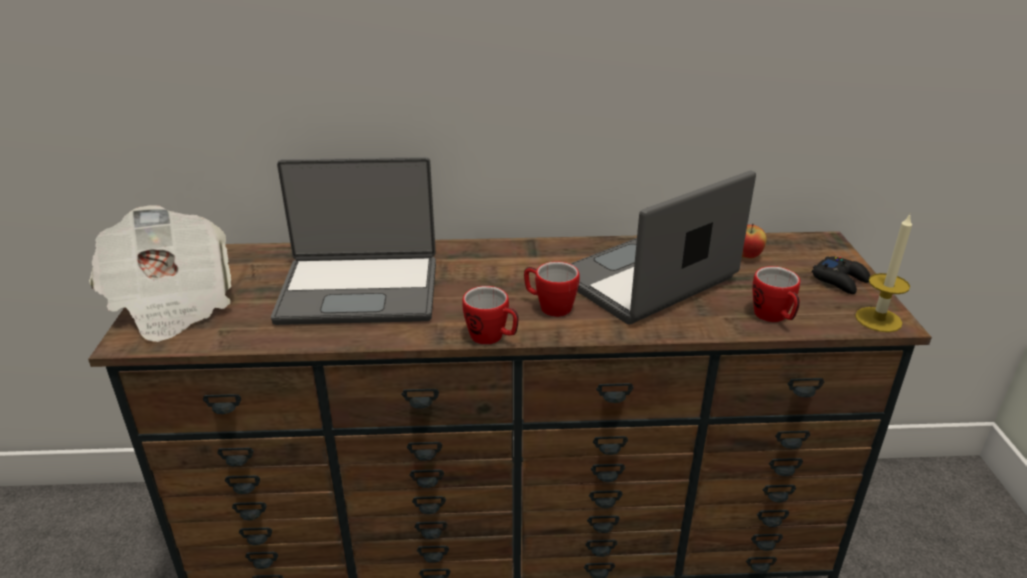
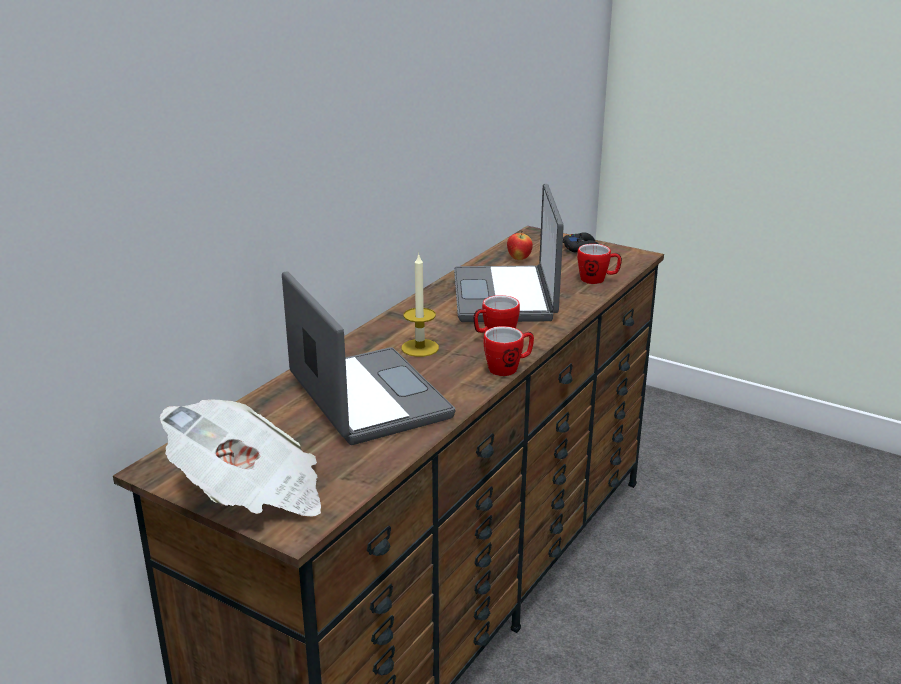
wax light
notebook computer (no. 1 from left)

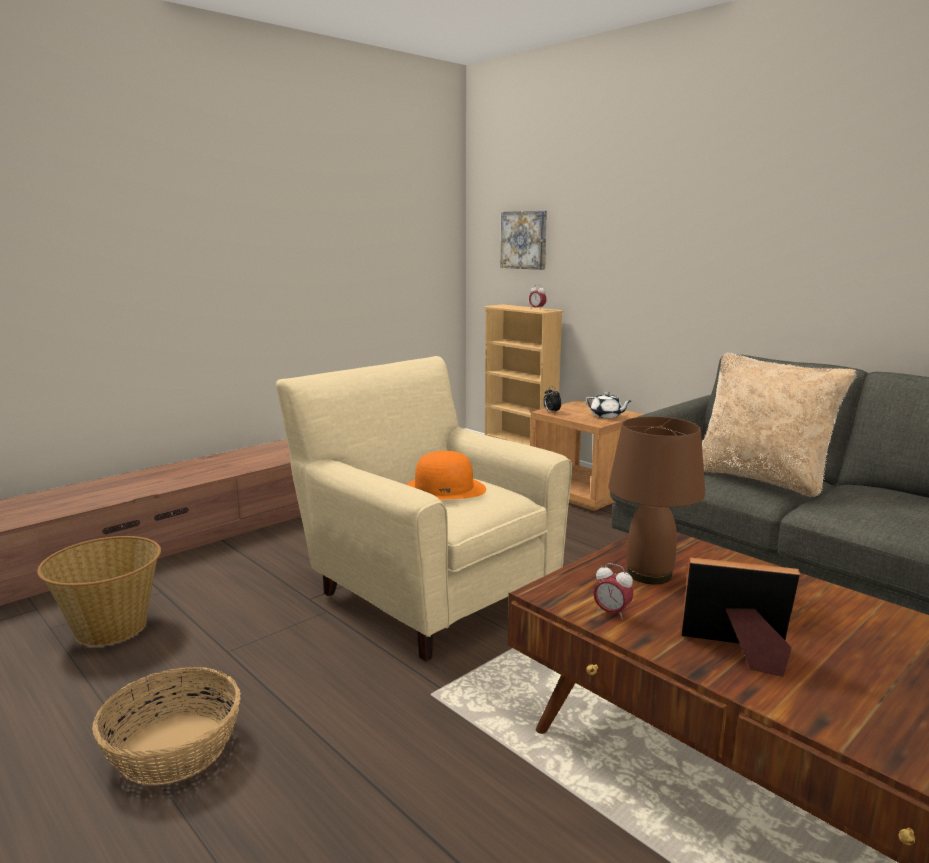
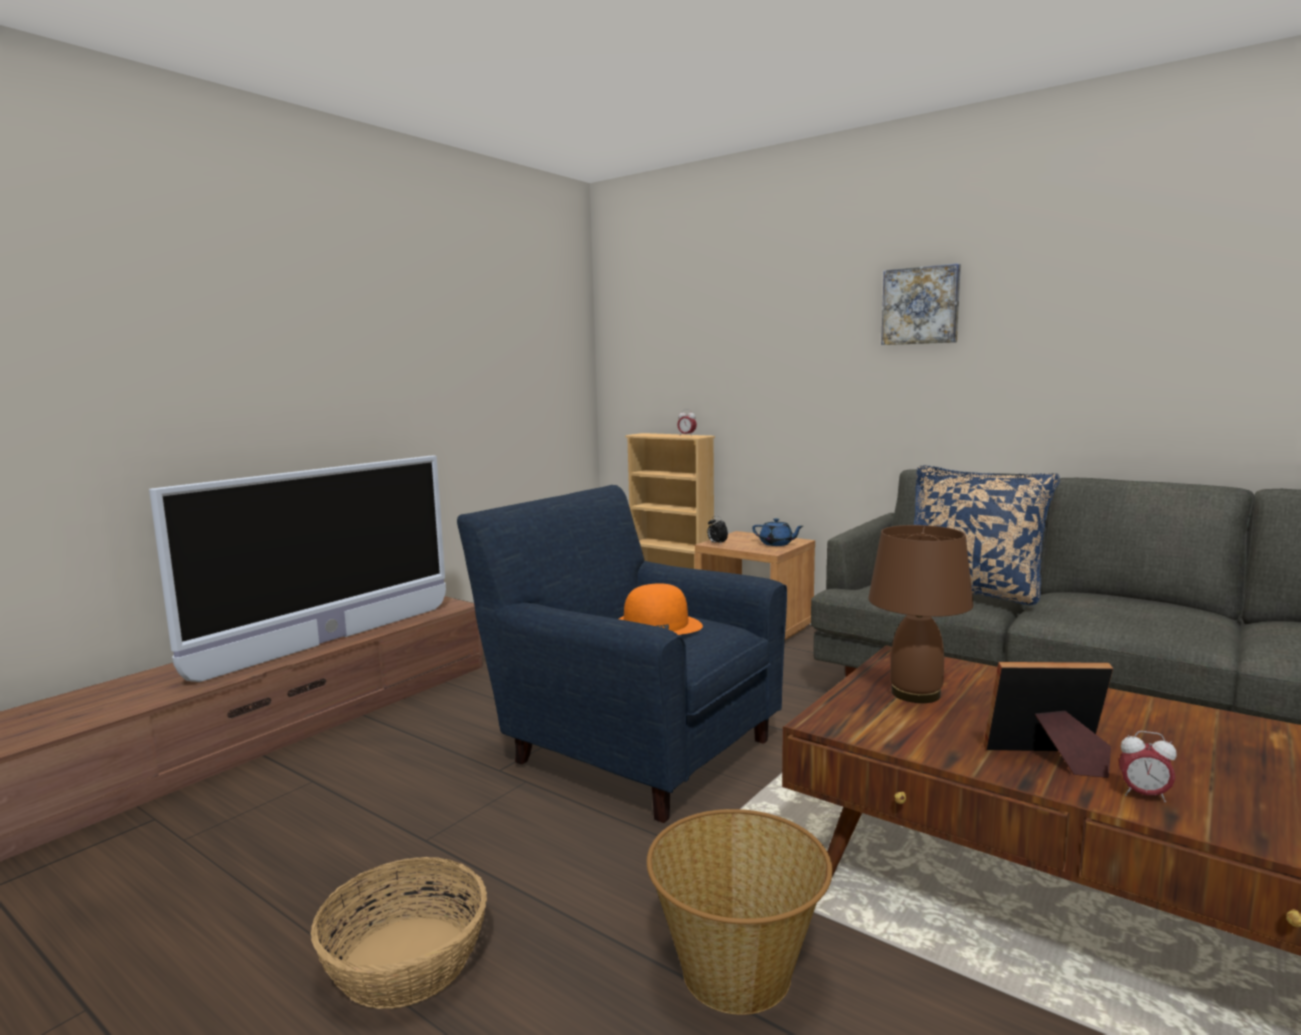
TV set
household basket (no. 2 from left)
picture
alarm clock (no. 3 from left)
bluish lounge chair
bluish pot for tea
bluish pillow

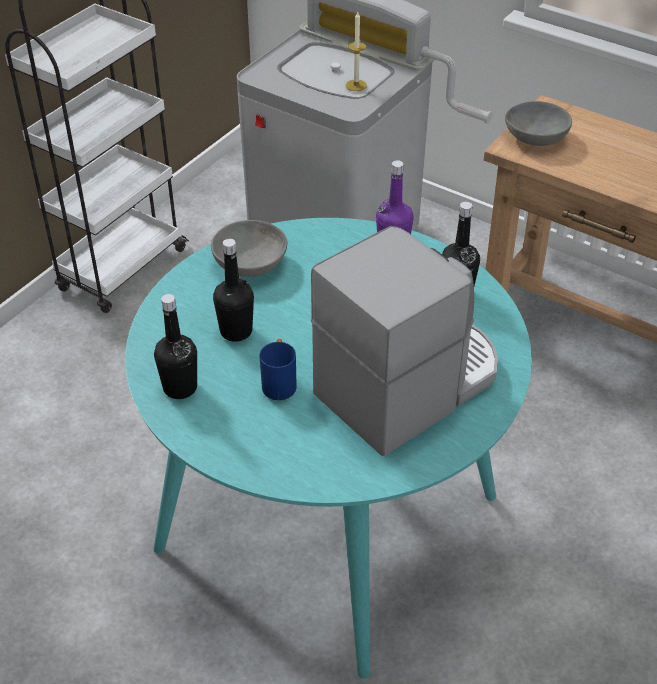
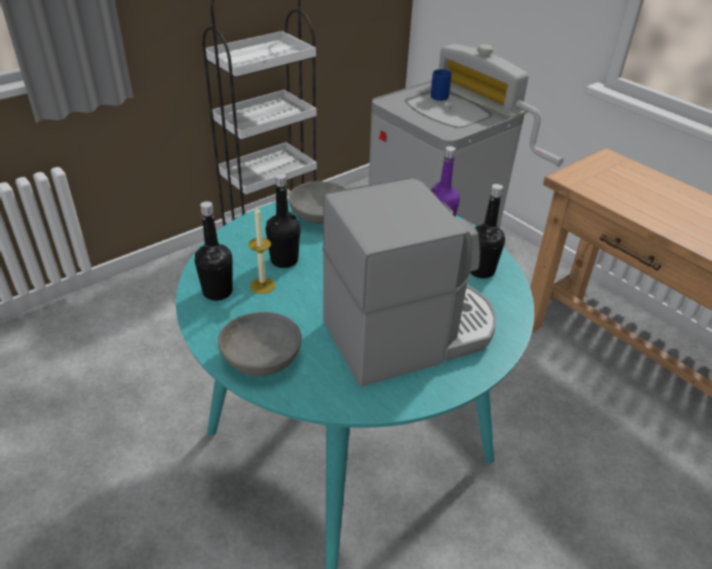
bluish tea mug
wax light
grey bowl (no. 1 from left)

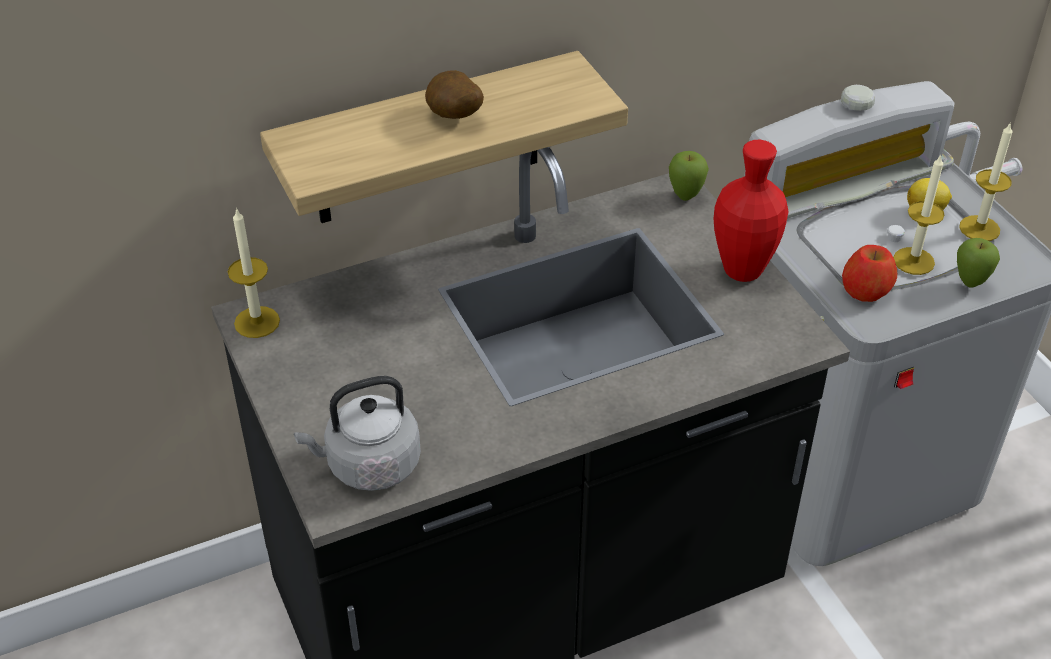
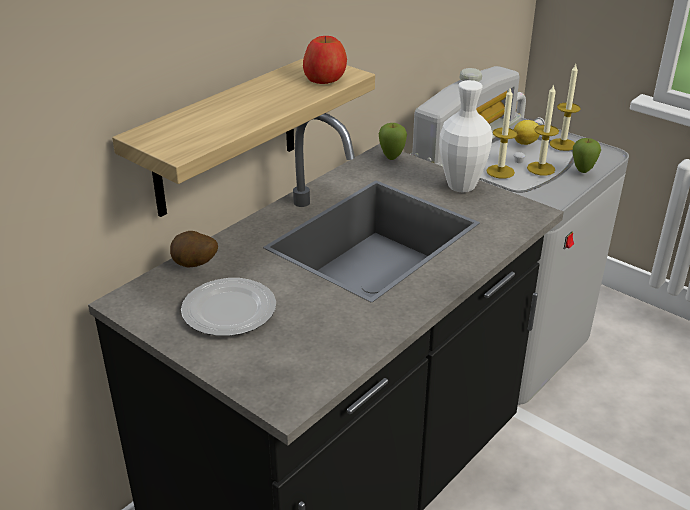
grey tea kettle
dinner plate
wax light (no. 1 from left)
whole potato
apple (no. 1 from left)
white flower vase

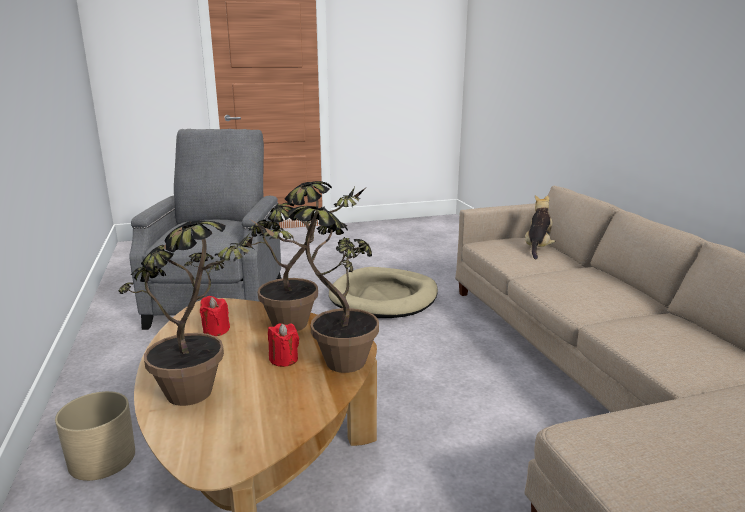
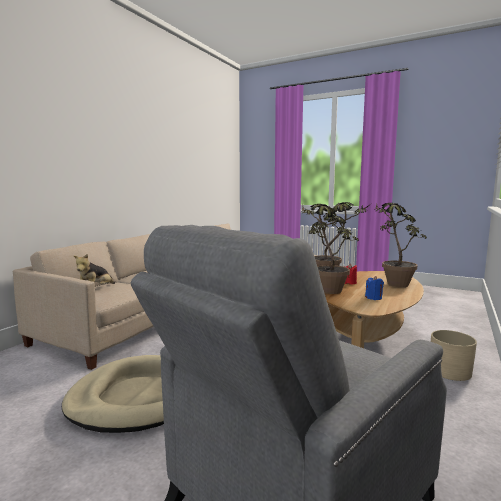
bluish wax light
cuddly toy

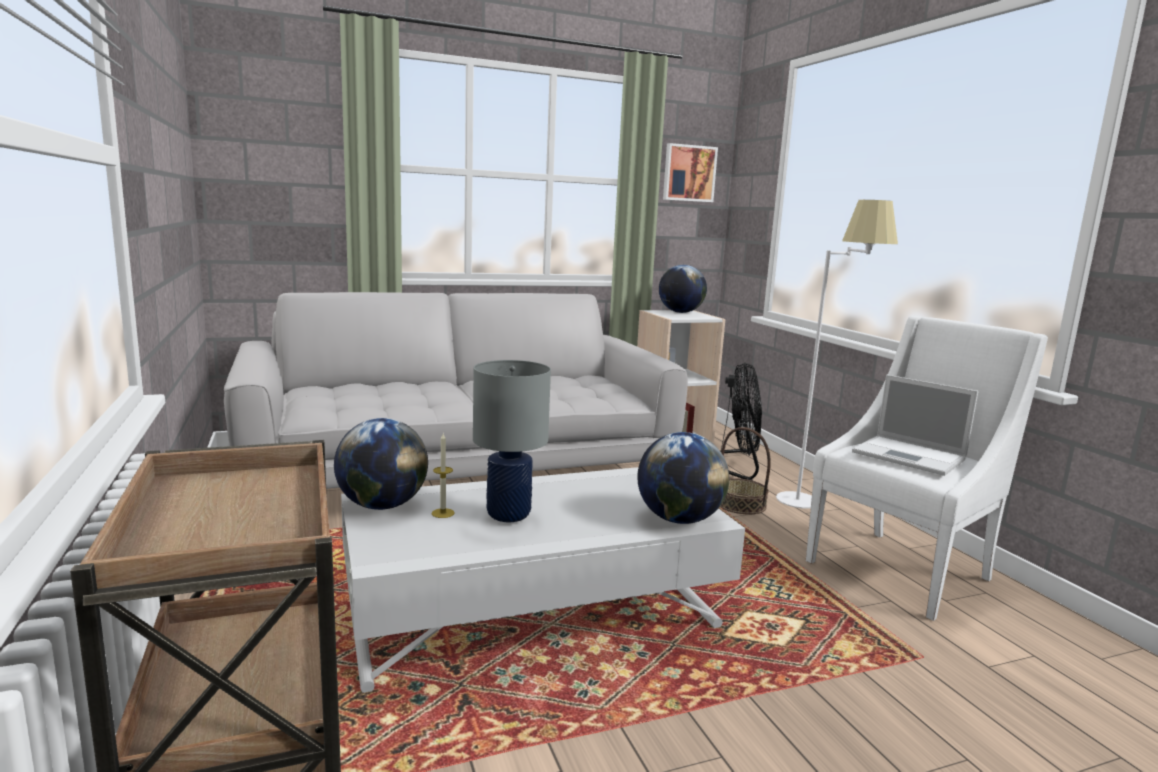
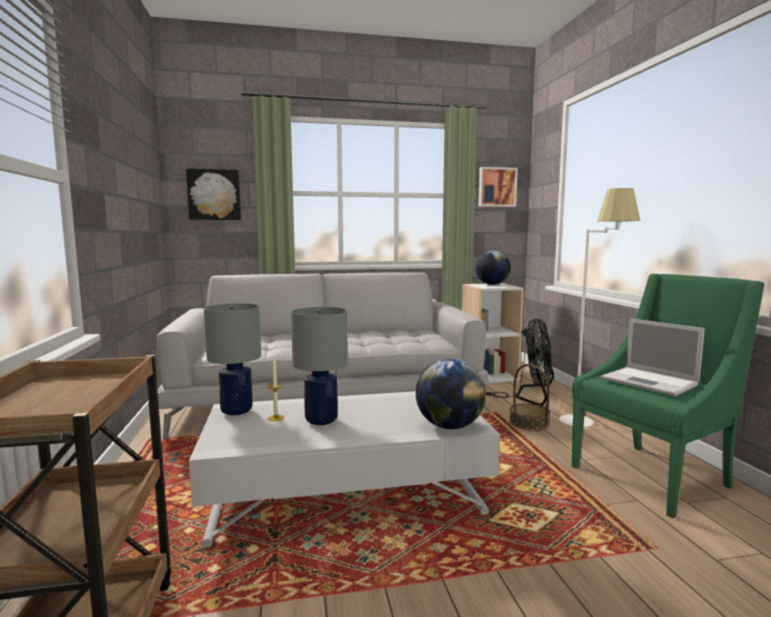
picture (no. 1 from left)
grey table lamp (no. 1 from left)
green lounge chair

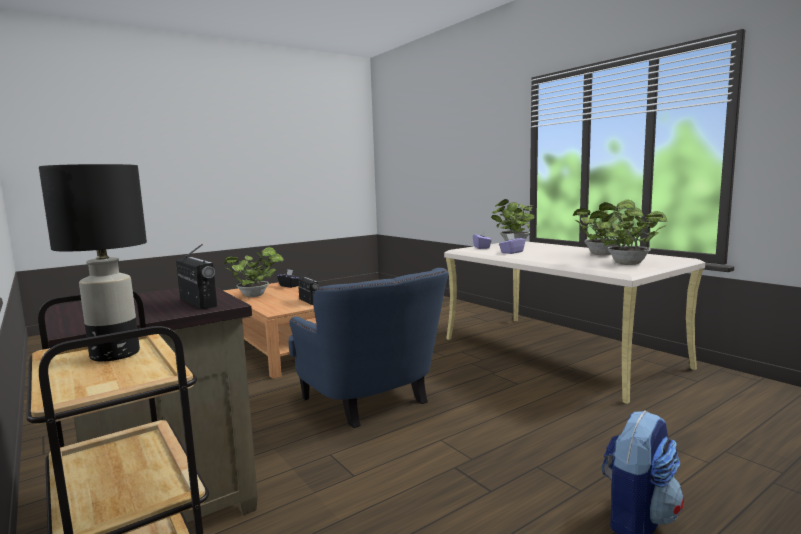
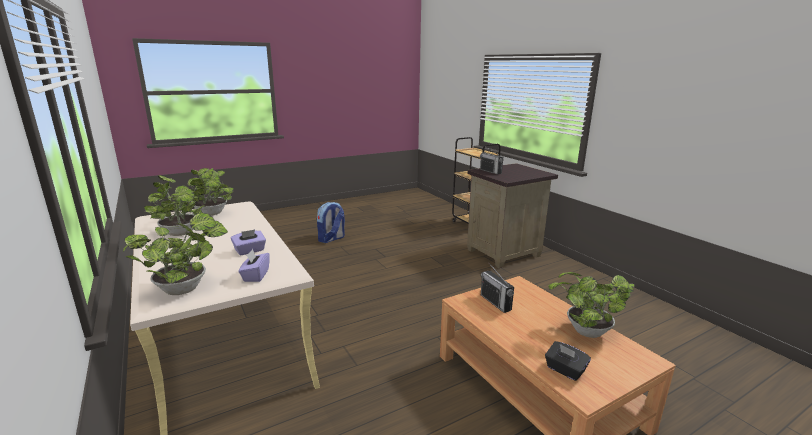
blackish table lamp
bluish lounge chair

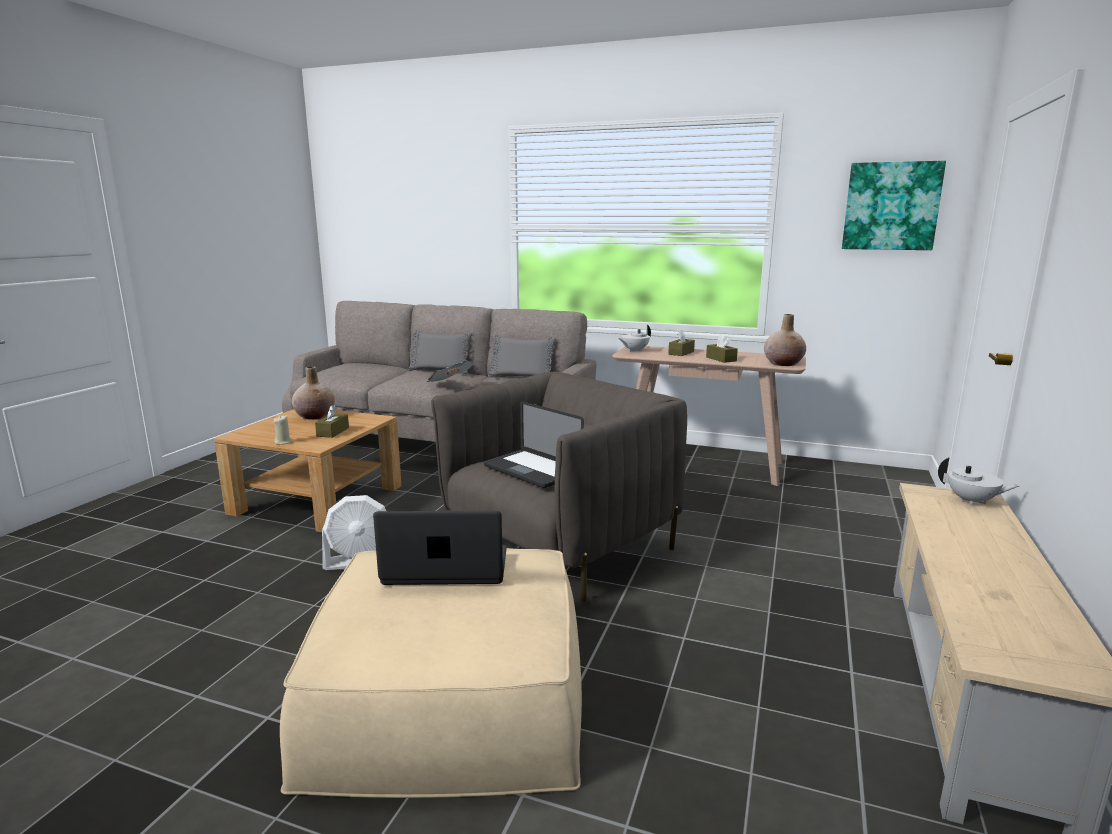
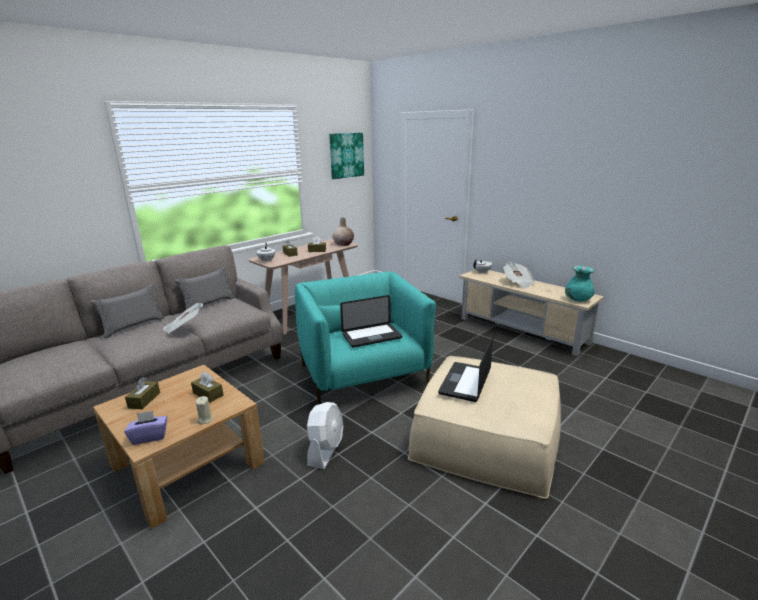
purplish tissue box
printed paper (no. 2 from left)
turquoise-coloured flower vase
brown tissue box (no. 1 from left)
turquoise-coloured lounge chair

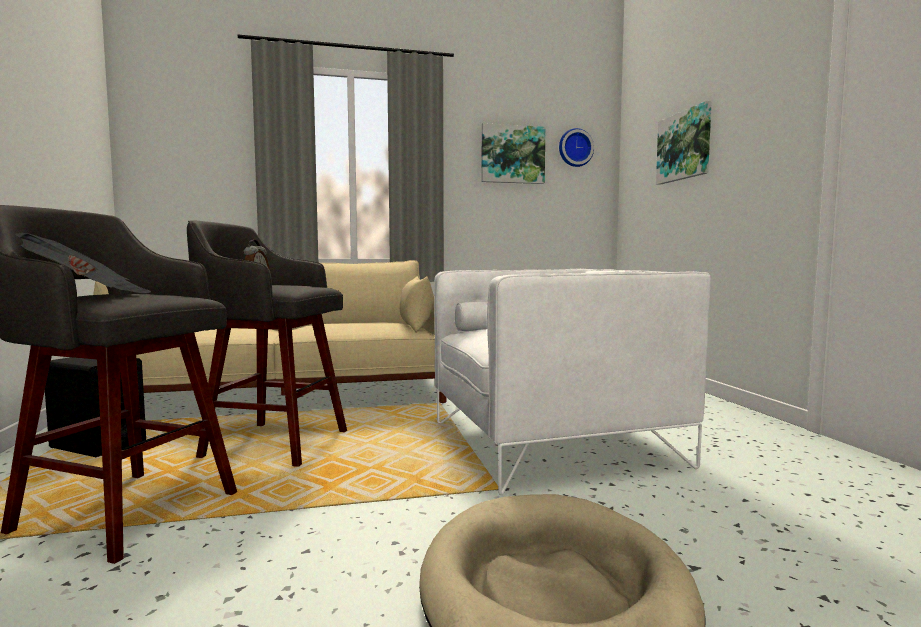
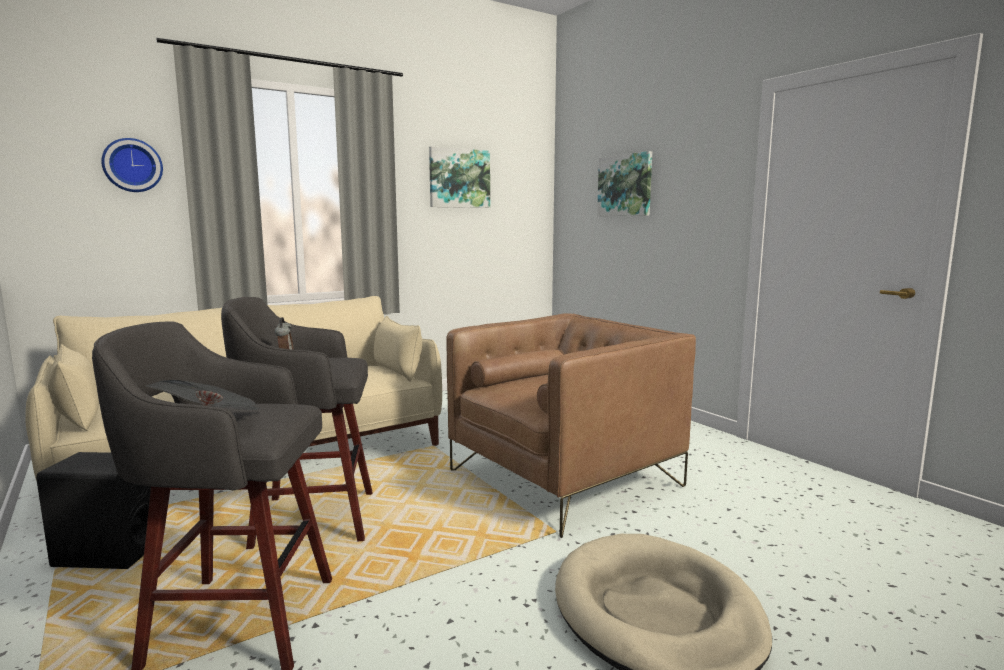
hanging clock
brown lounge chair

